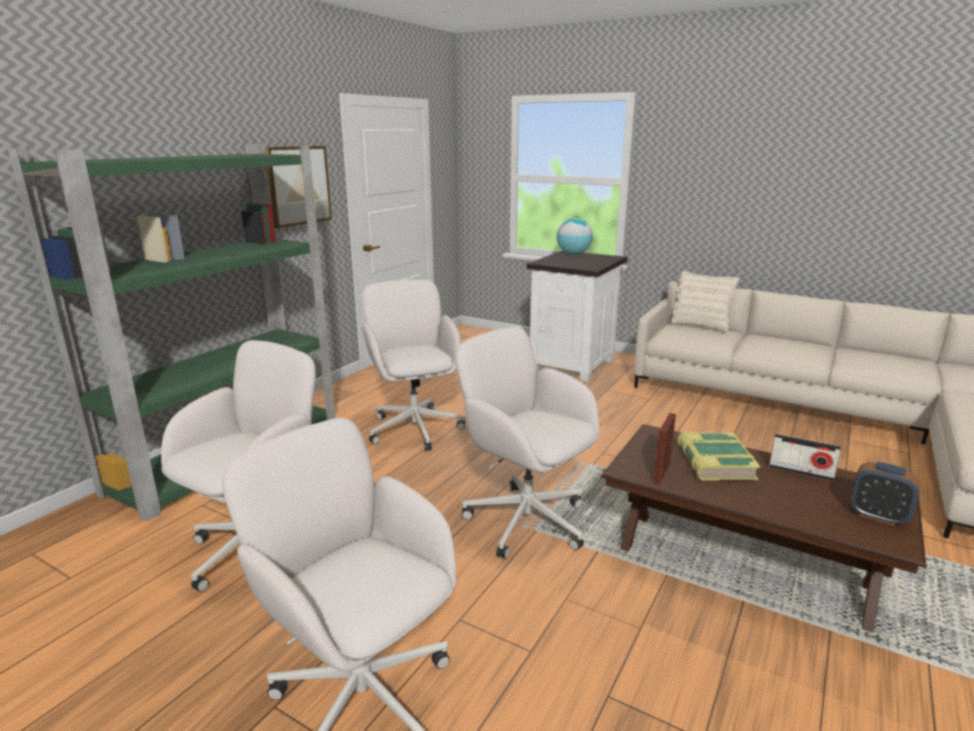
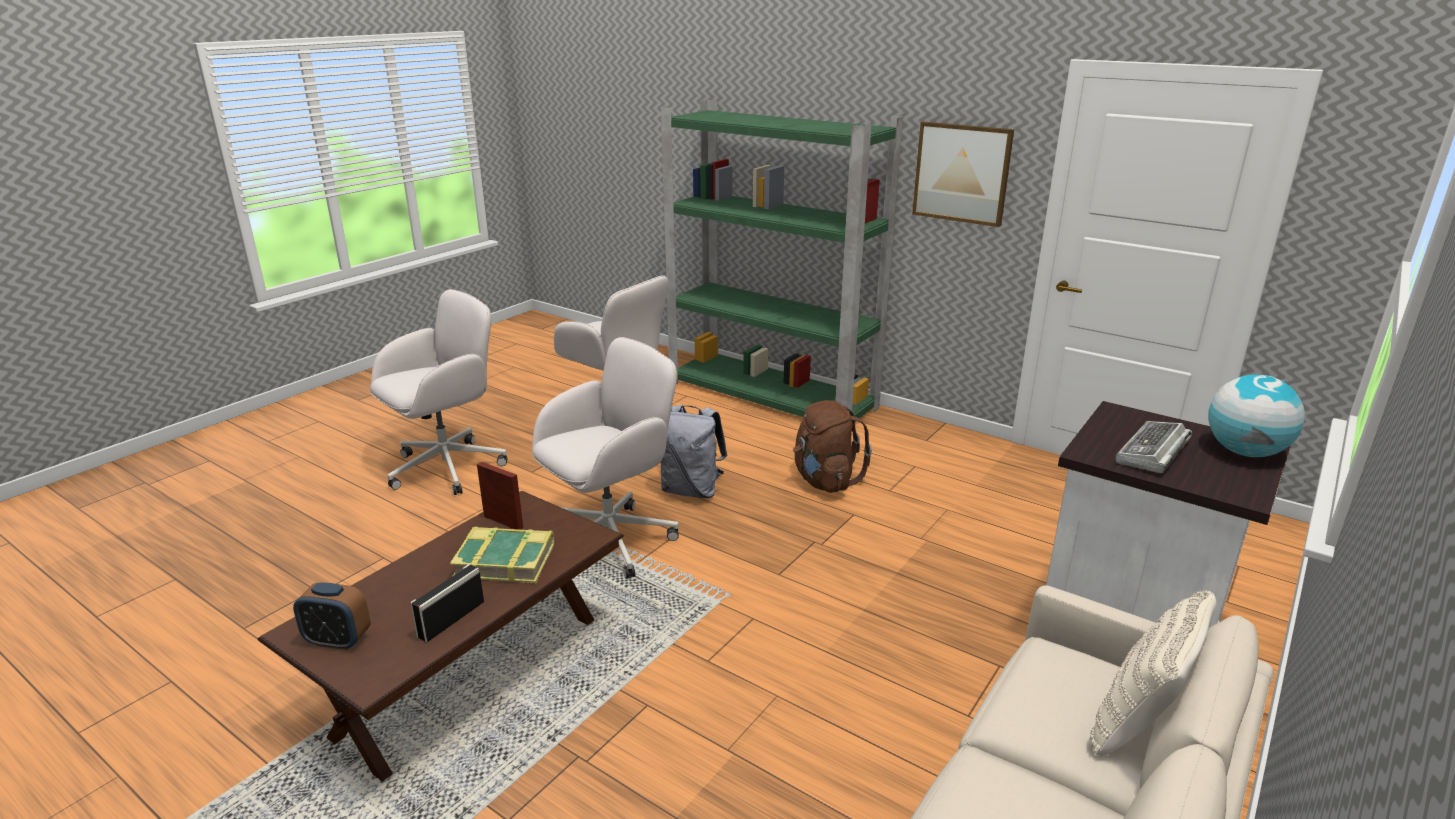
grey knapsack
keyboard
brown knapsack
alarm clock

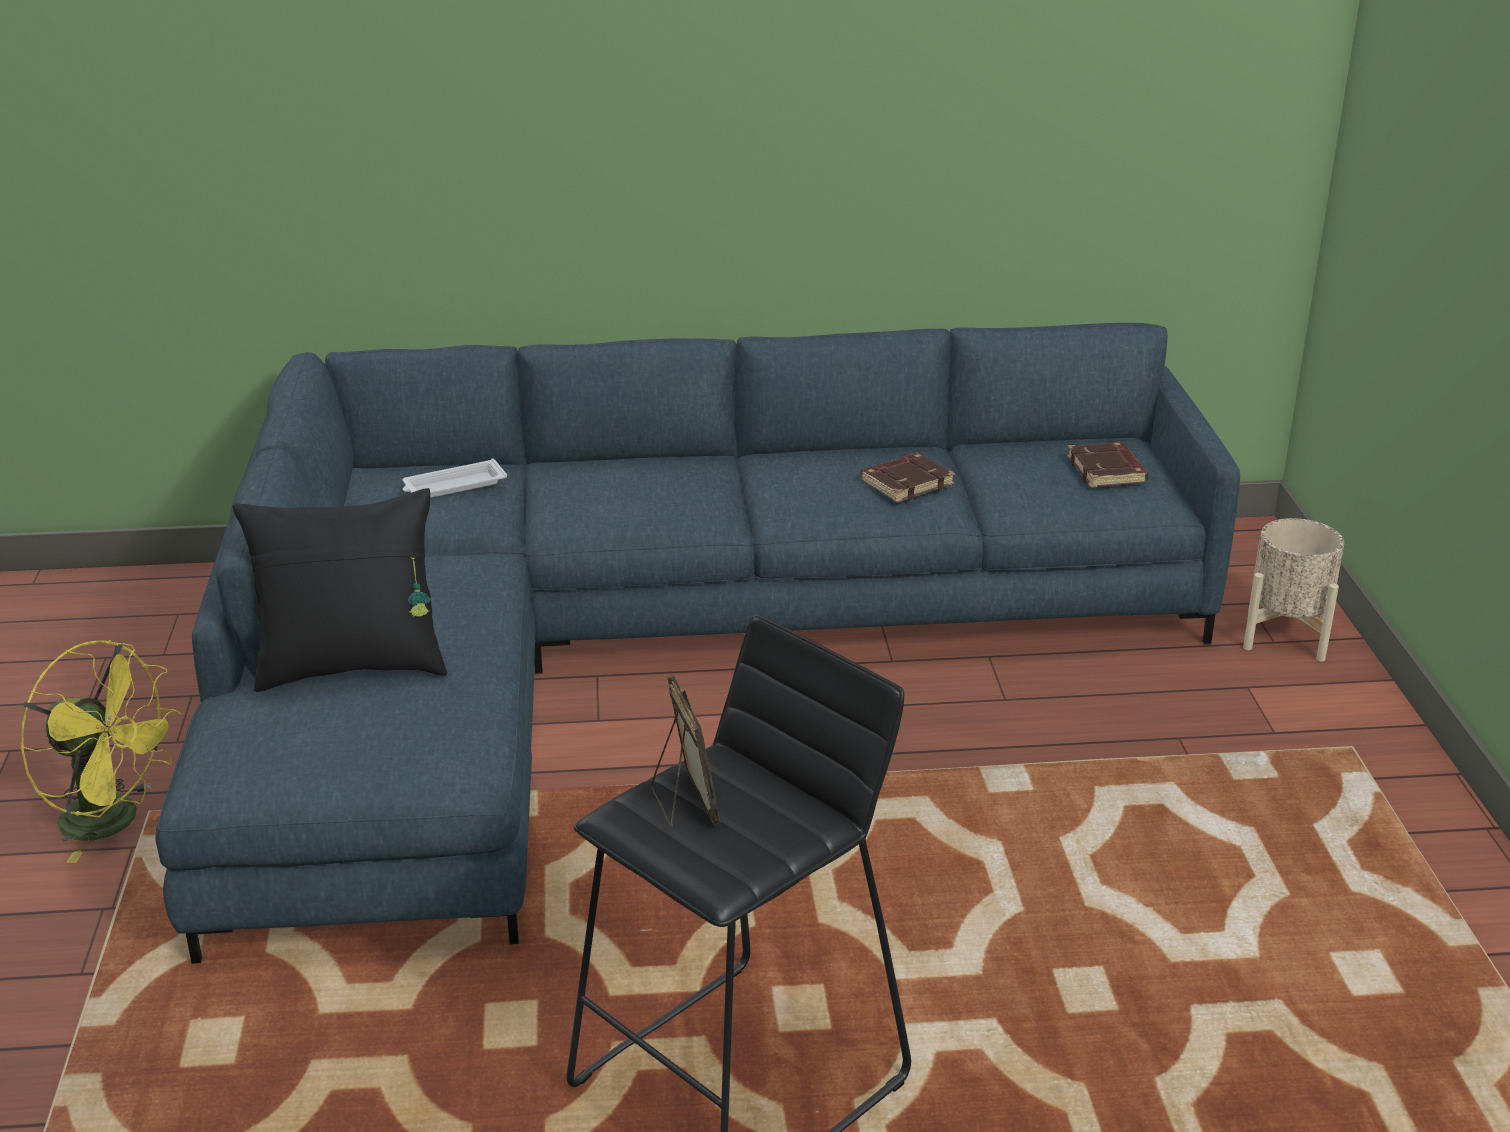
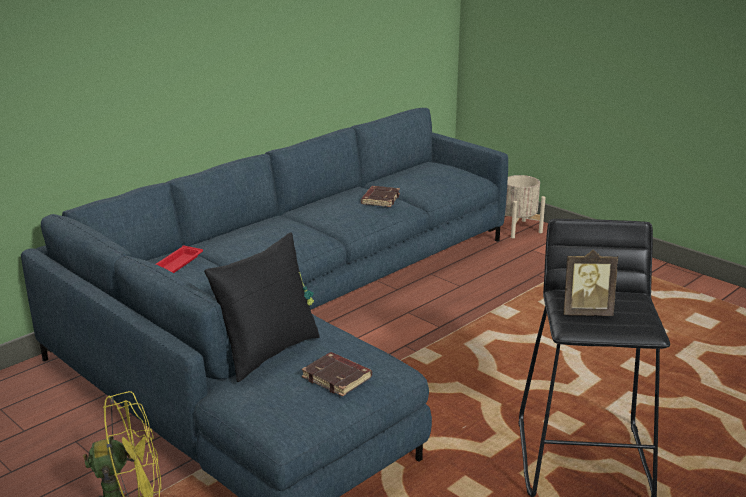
brown book (no. 1 from left)
reddish tray
photo frame

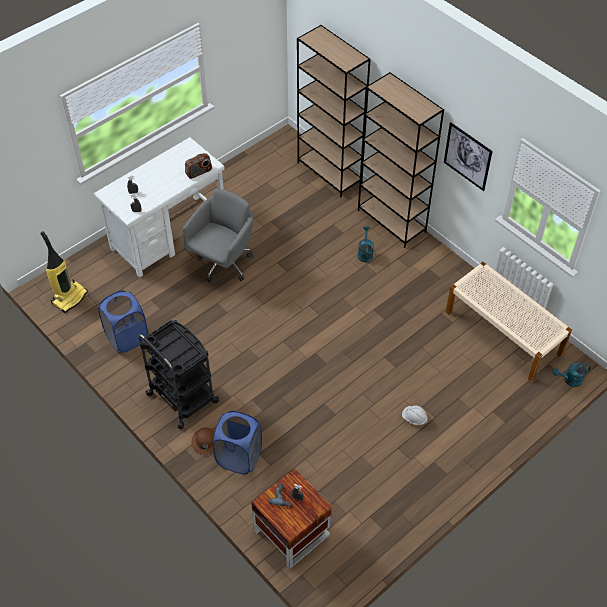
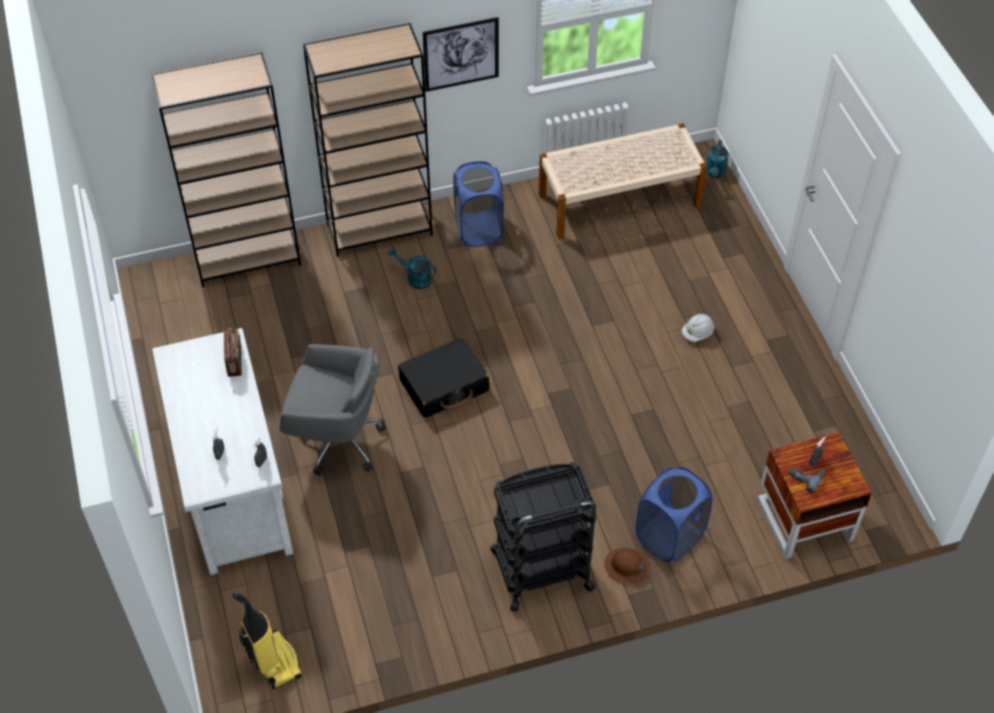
blackish suitcase
bluish washing basket (no. 1 from left)
grey computer chair

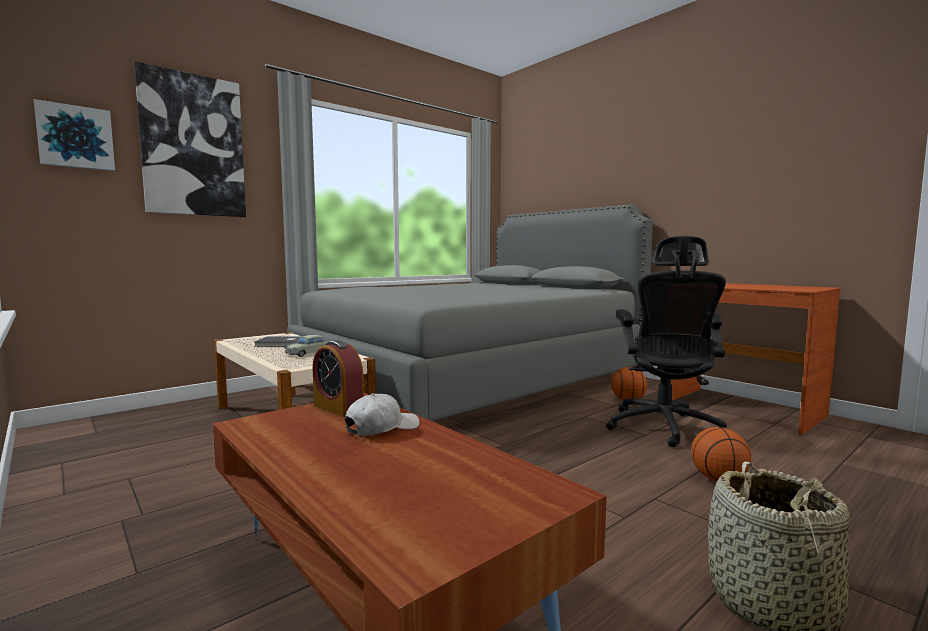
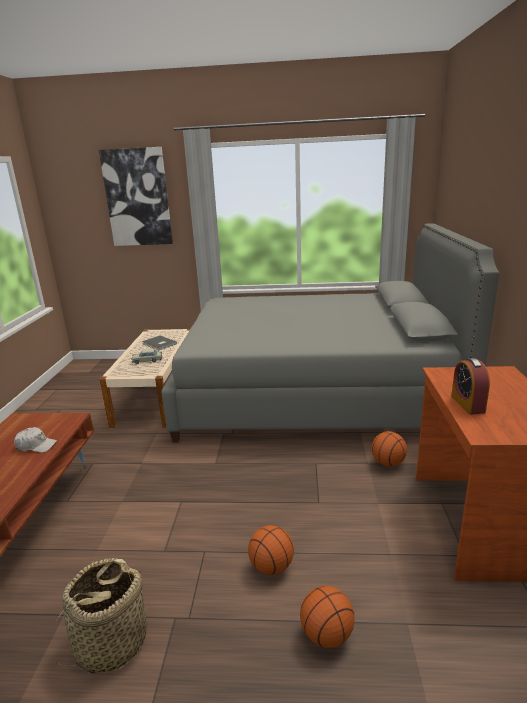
picture (no. 1 from left in the first image)
computer chair
basketball (no. 2 from left)
alarm clock

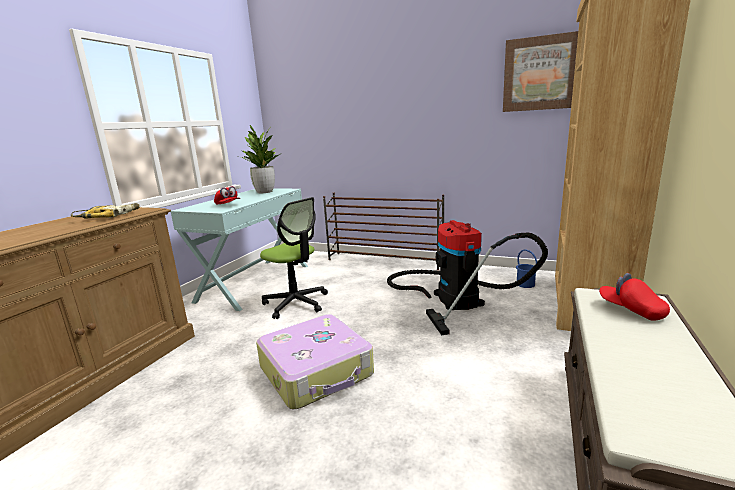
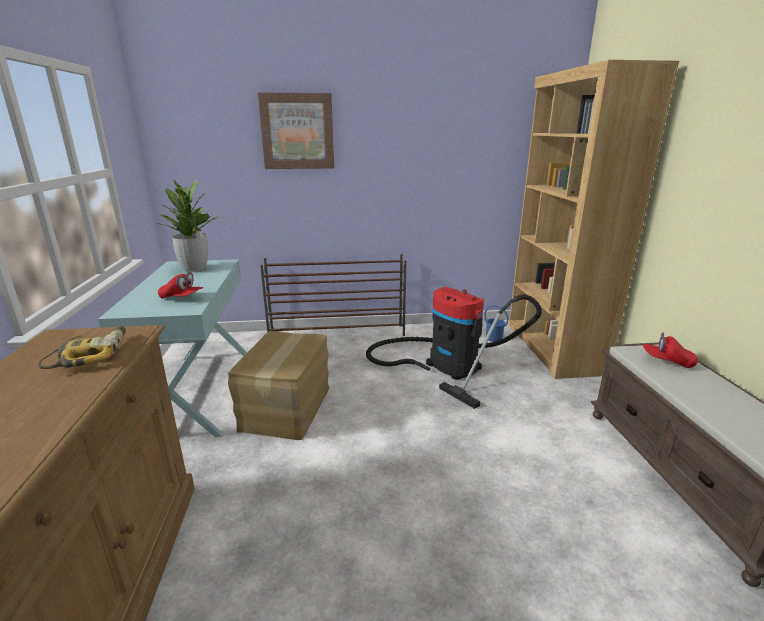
suitcase
picture
carton

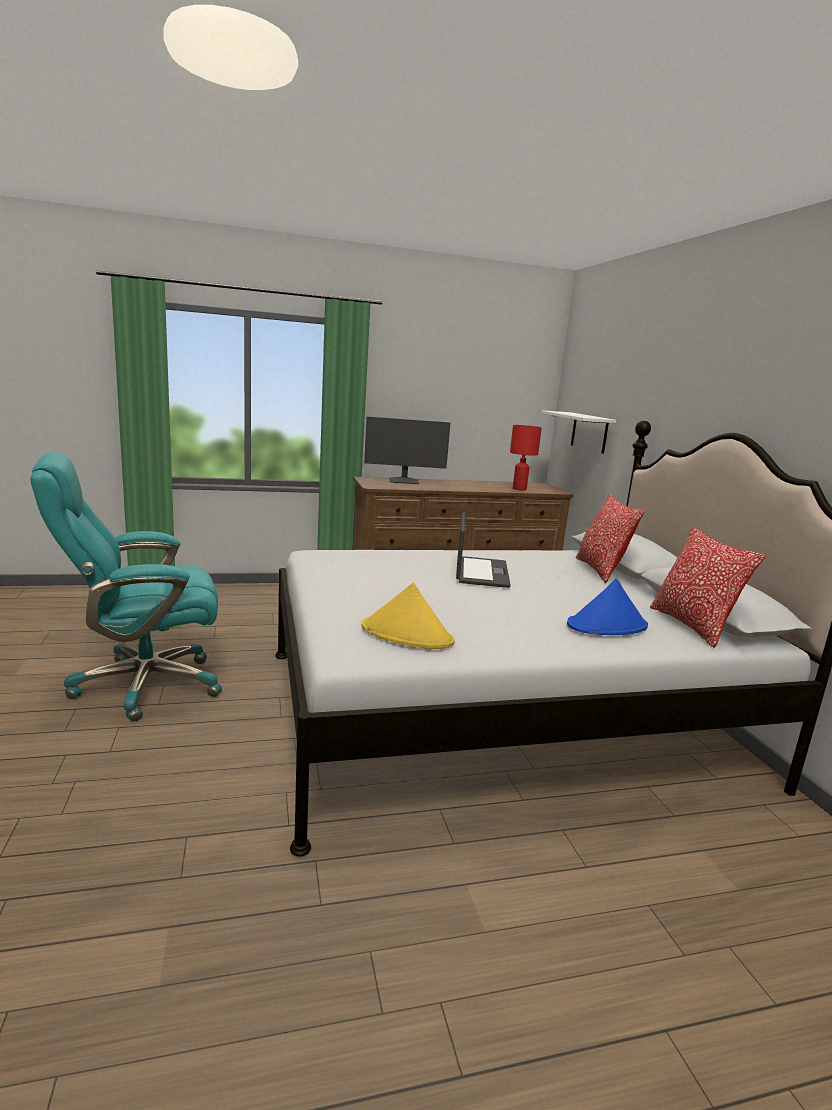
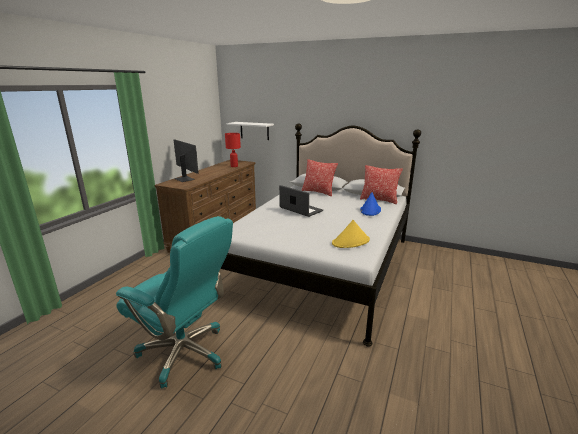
turquoise-coloured computer chair
monitor

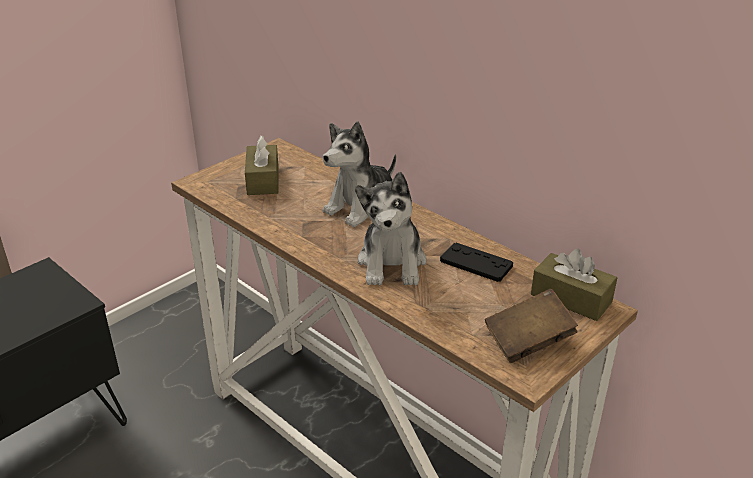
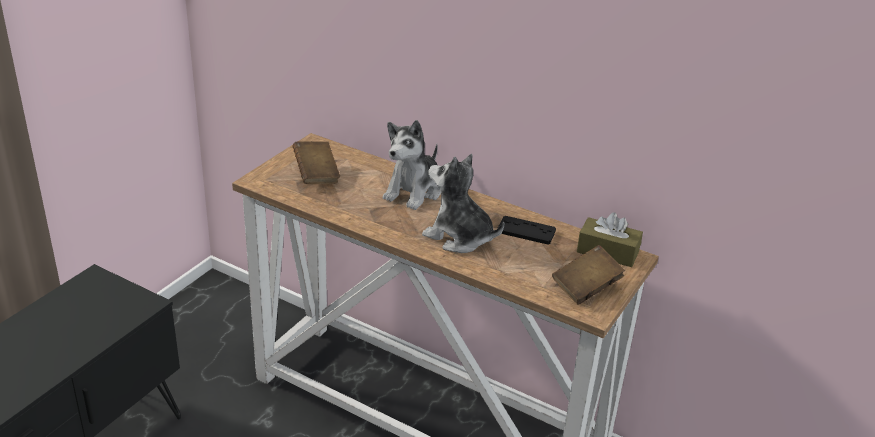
brown book (no. 1 from left)
cuddly toy (no. 2 from left)

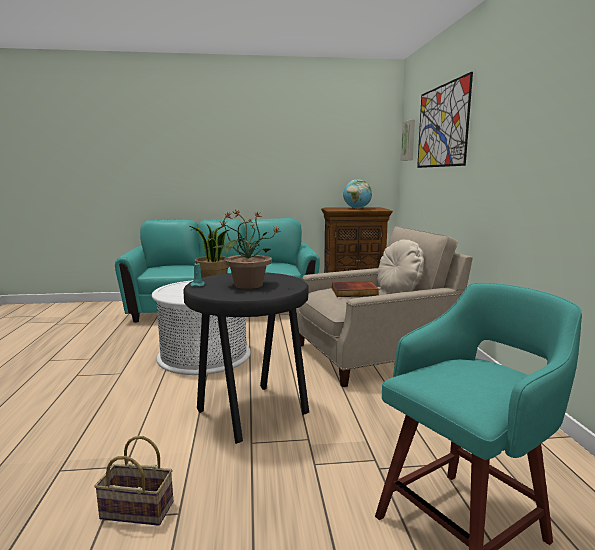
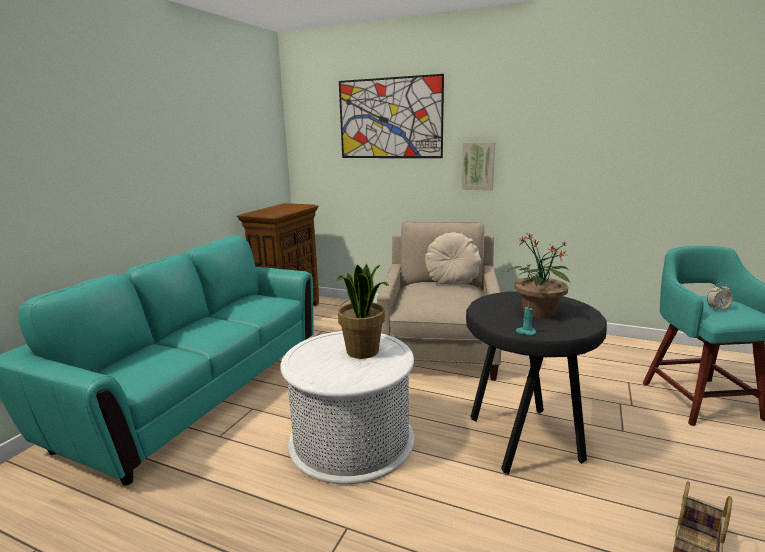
book
desk globe
alarm clock
picture (no. 2 from left)

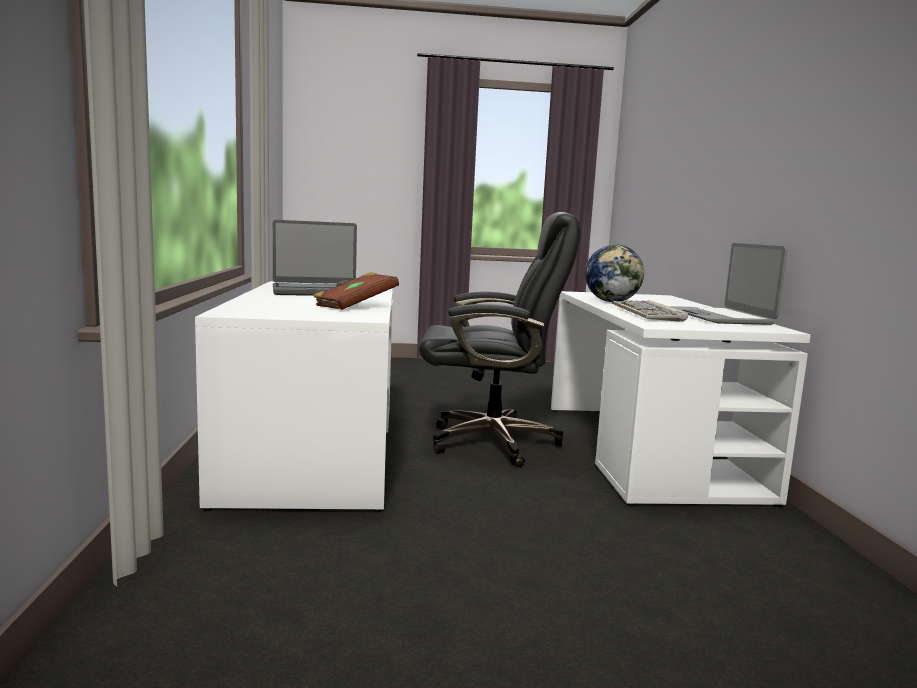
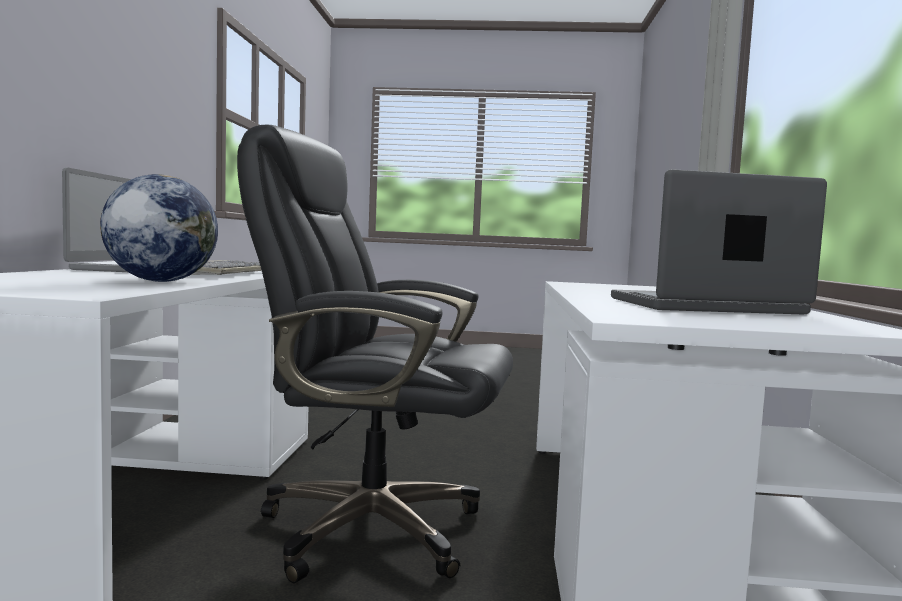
brown book

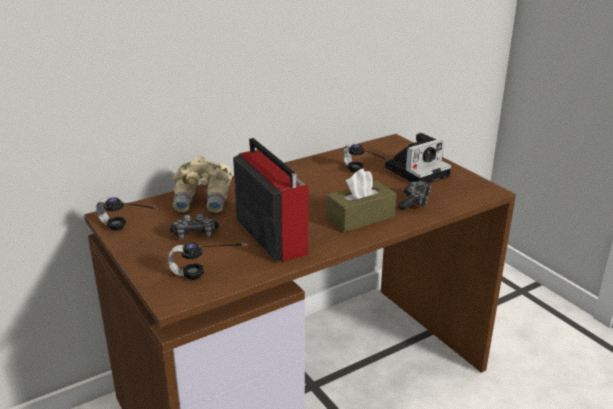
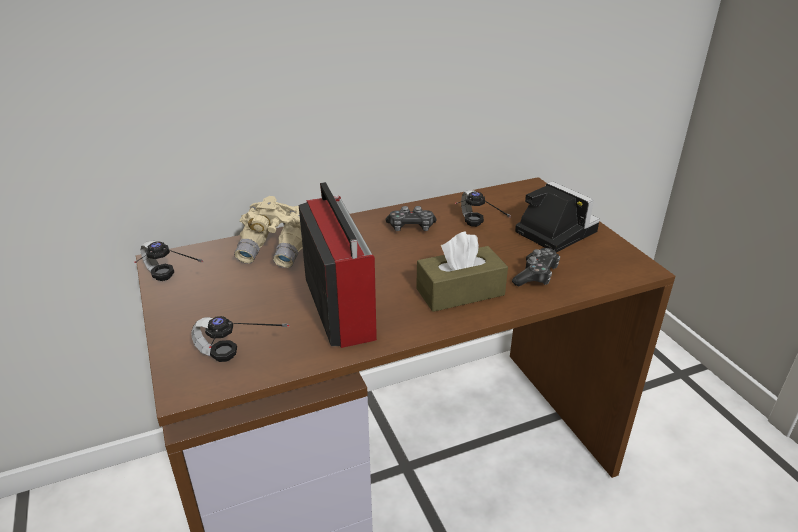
game controller (no. 1 from left)
still camera

